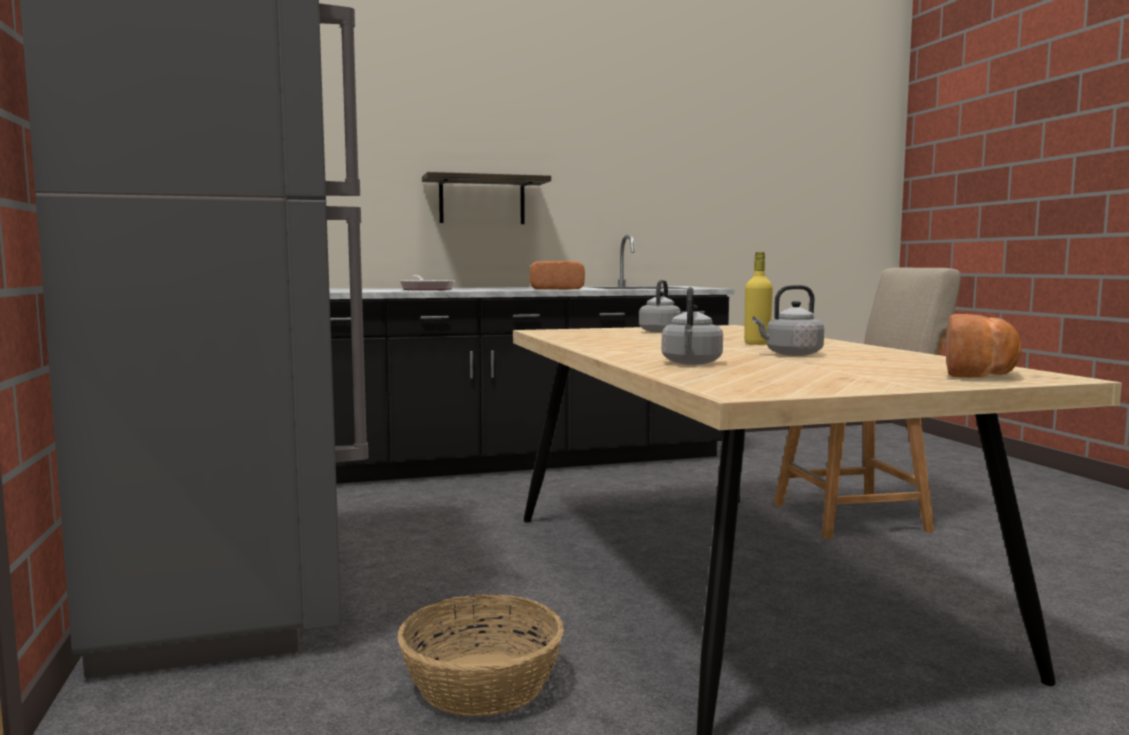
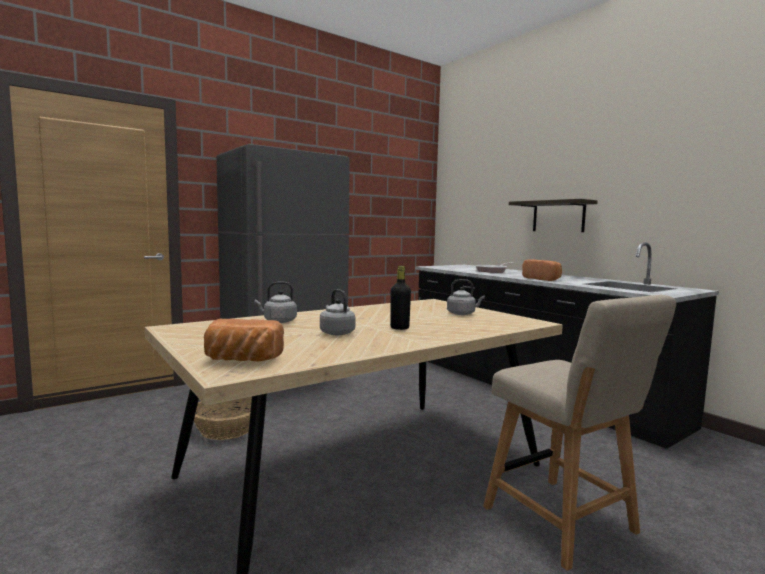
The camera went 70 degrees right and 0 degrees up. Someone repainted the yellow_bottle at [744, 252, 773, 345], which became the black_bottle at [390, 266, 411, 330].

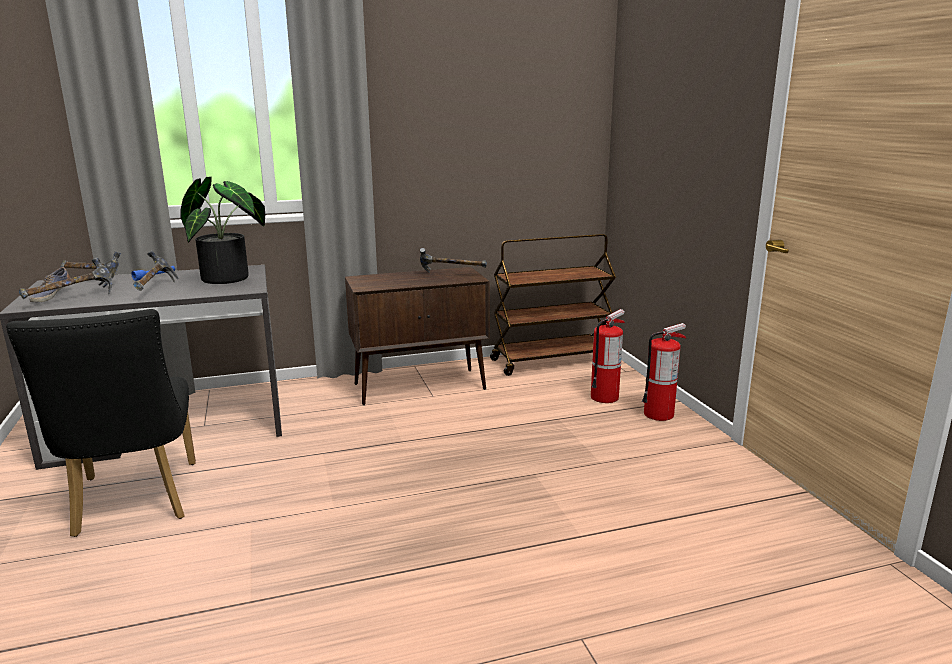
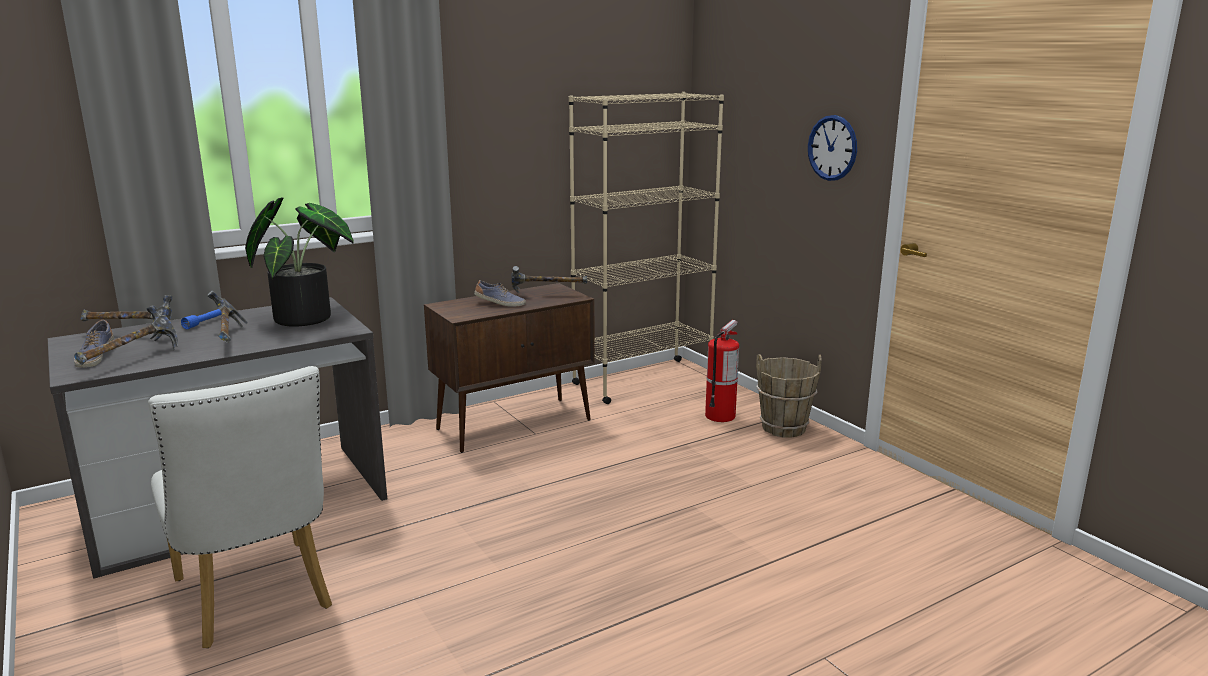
The camera went 15 degrees left and 0 degrees up. Someone repainted the black_chair at [6, 309, 196, 537], which became the white_chair at [148, 366, 332, 648]. Someone put down the shoe at [474, 280, 526, 307]. Someone swapped the brown_cart at [490, 234, 616, 376] for the beige_bookcase at [569, 92, 724, 404]. Someone swapped the fire_extinguisher at [642, 323, 686, 421] for the brown_bucket at [756, 354, 822, 437]. Someone put up the wall_clock at [808, 115, 857, 181].

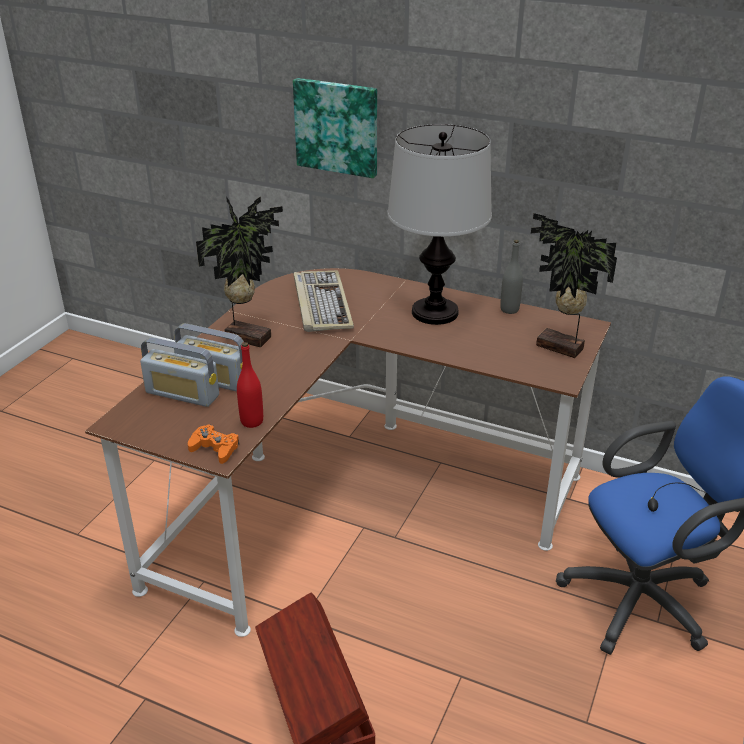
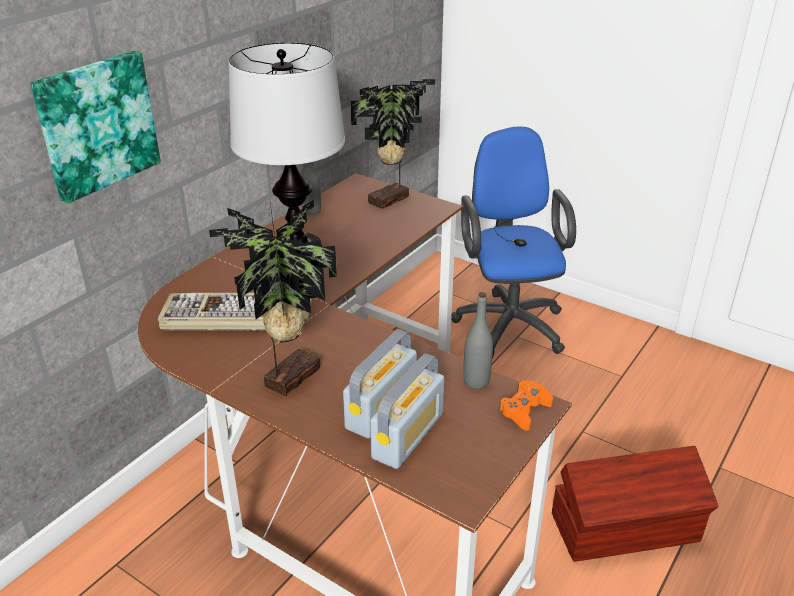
The camera went 80 degrees left and 0 degrees up. Someone repainted the red_bottle at [237, 342, 263, 428], which became the grey_bottle at [463, 292, 493, 389].

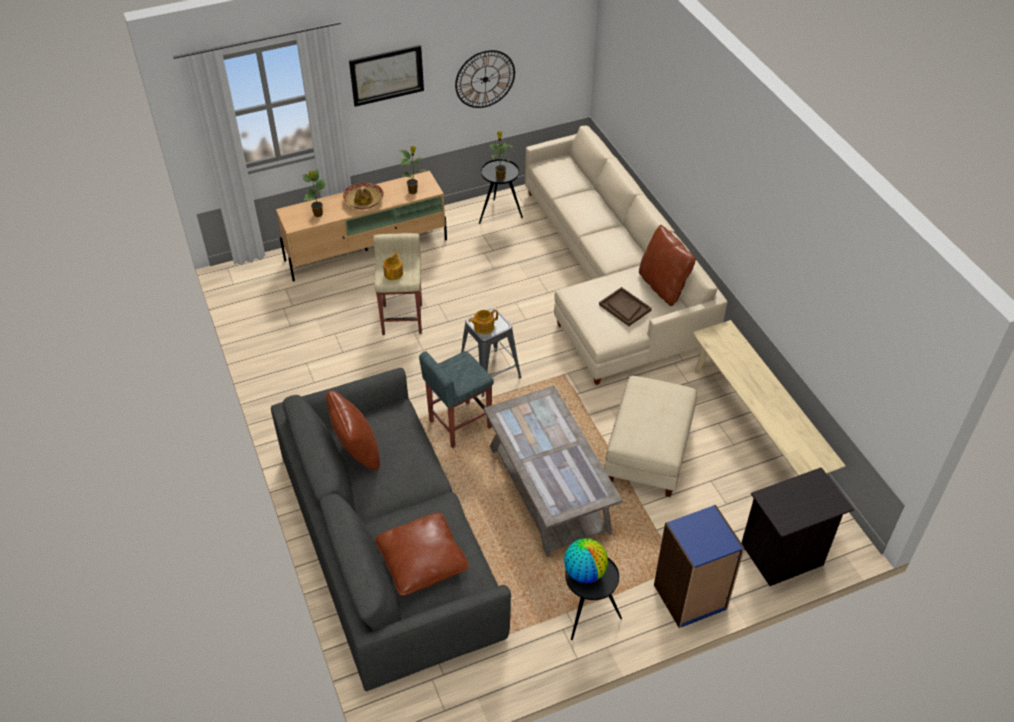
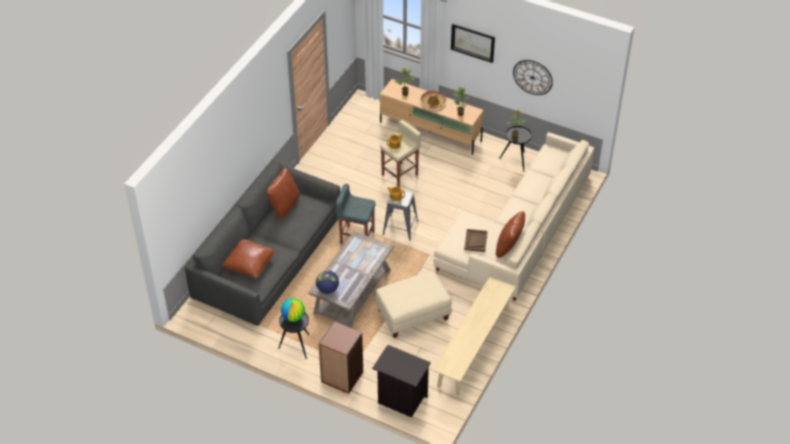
The camera went 50 degrees right and 0 degrees up. Someone put down the globe at [316, 270, 339, 294]. Someone repainted the blue_bookcase at [654, 505, 745, 628], which became the brown_bookcase at [318, 321, 363, 394].

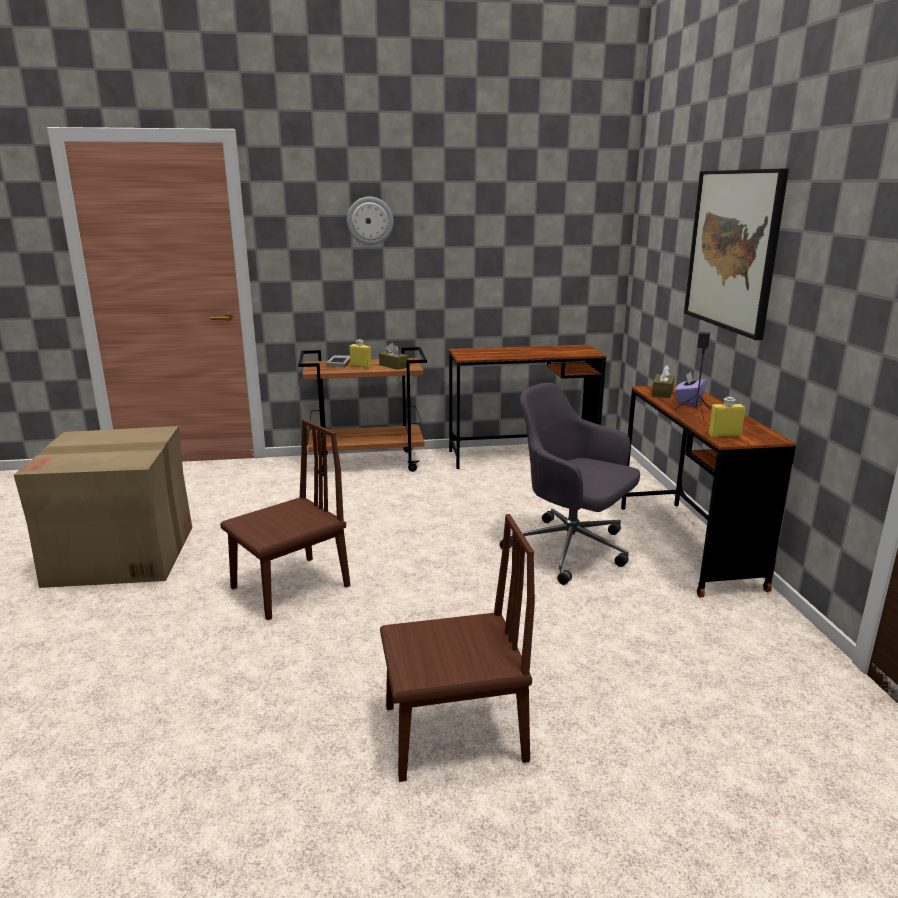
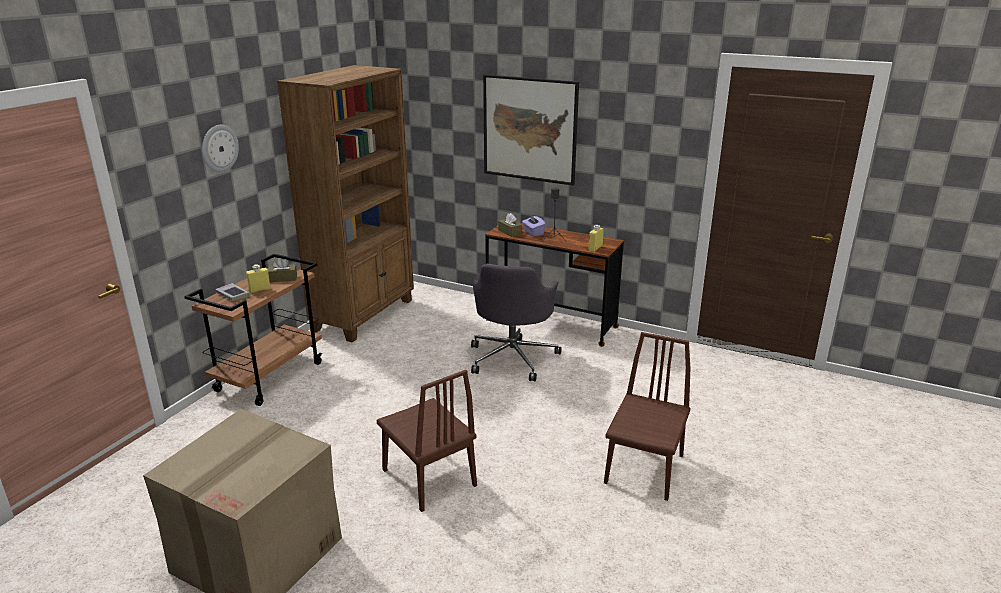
The camera went 55 degrees left and 5 degrees up. Someone swapped the brown_desk at [449, 345, 606, 469] for the brown_bookcase at [277, 65, 414, 342]. Someone rotated the brown_chair at [220, 419, 350, 620] by 150 degrees clockwise. Someone rotated the grey_office_chair at [500, 383, 640, 585] by 60 degrees counterclockwise.

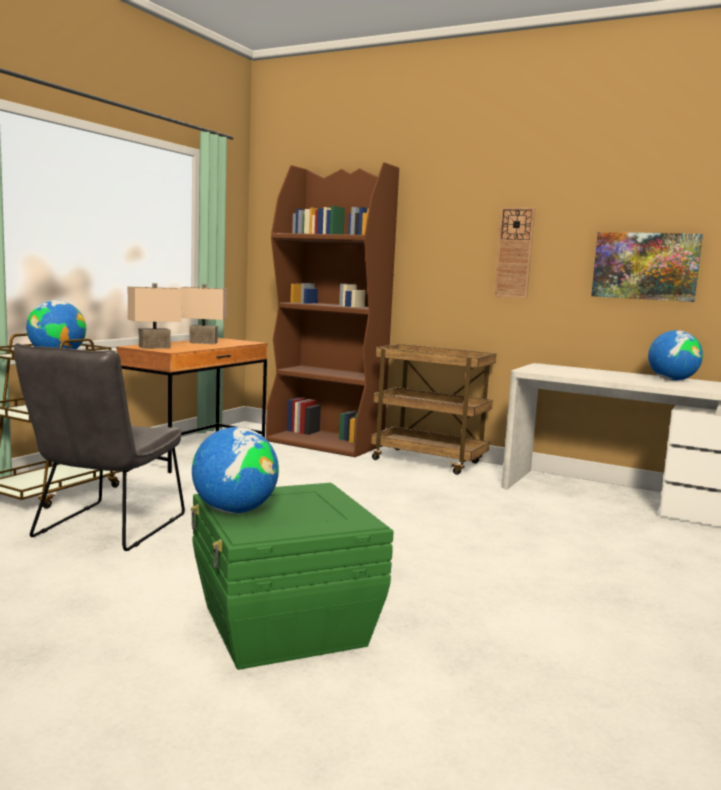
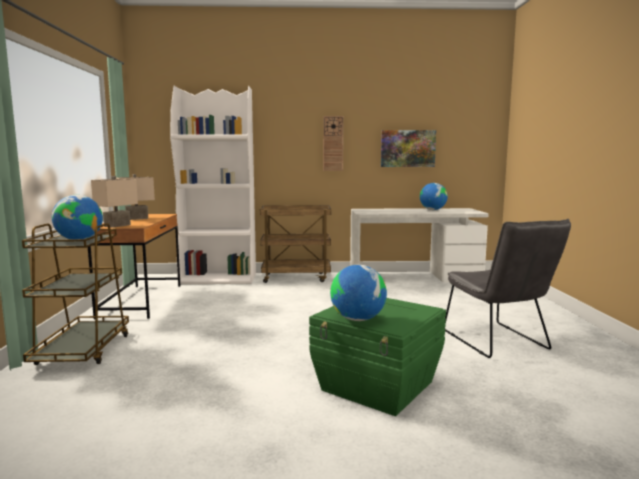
The camera went 30 degrees left and 0 degrees up. Someone repainted the brown_bookcase at [266, 162, 399, 457], which became the white_bookcase at [170, 86, 256, 284]. Someone carried the grey_chair from [14, 343, 185, 551] to [444, 219, 571, 358].

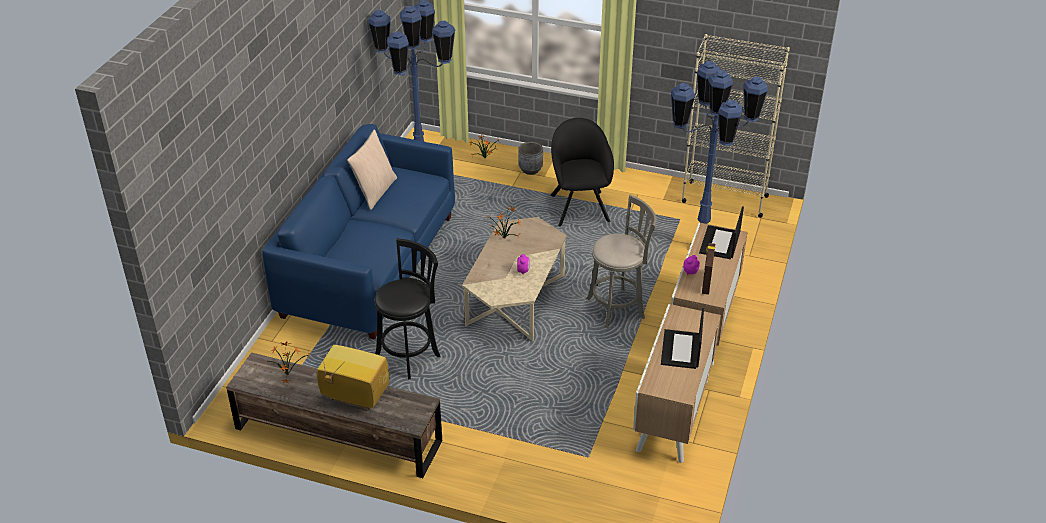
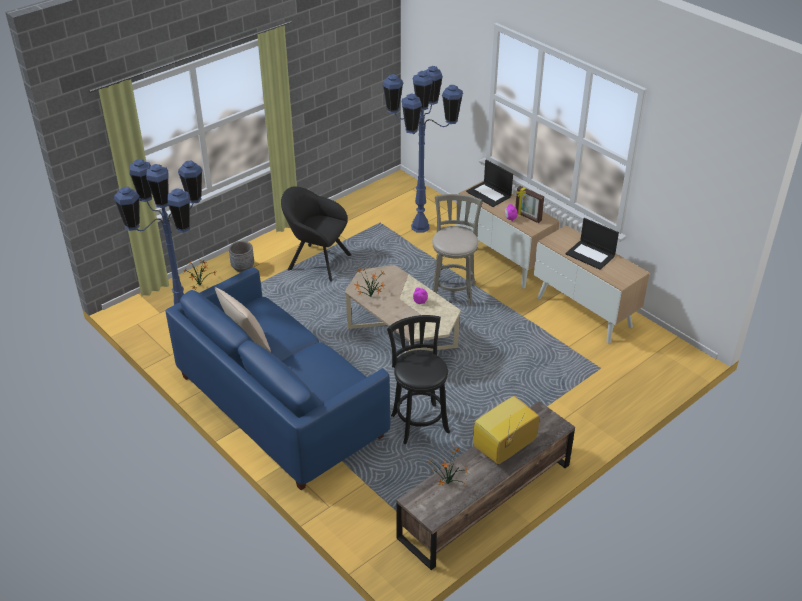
The camera went 60 degrees left and 0 degrees up. Someone took away the beige_bookcase at [682, 34, 790, 218].

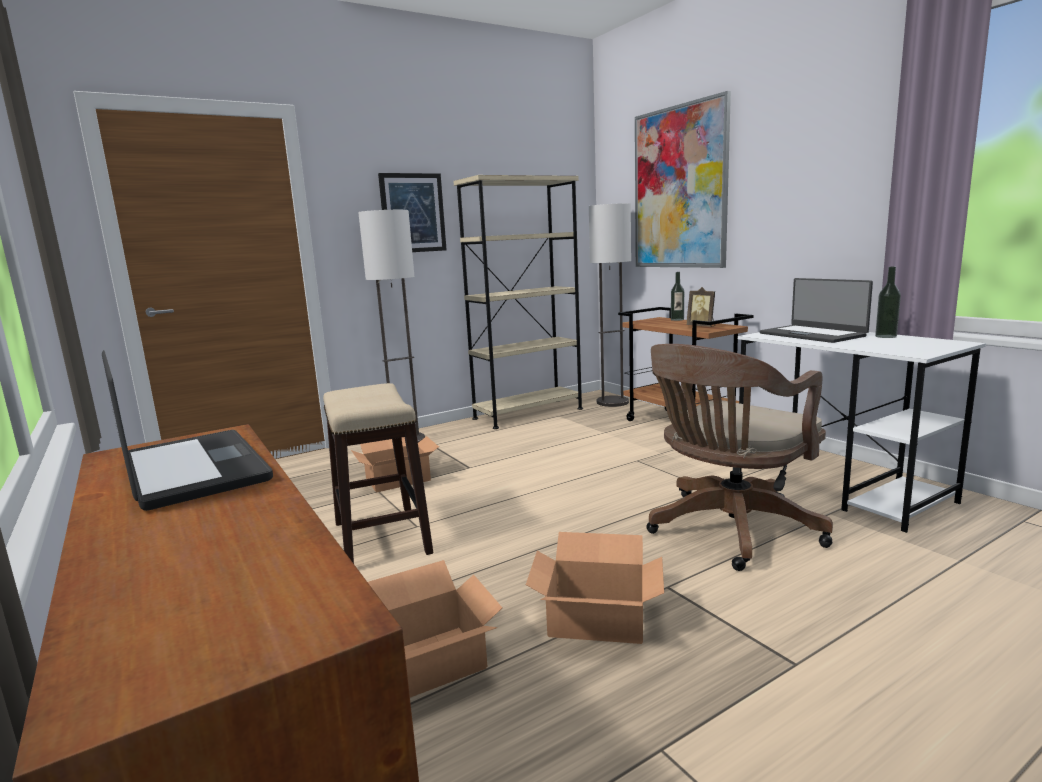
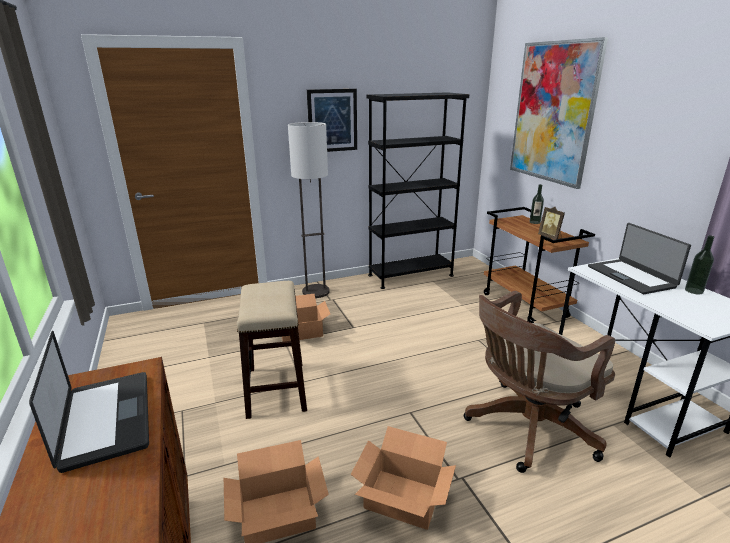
The camera went 10 degrees right and 10 degrees up. Someone repainted the beige_bookcase at [453, 175, 583, 429], which became the black_bookcase at [367, 92, 469, 289]. Someone took away the floor_lamp at [589, 203, 631, 407].

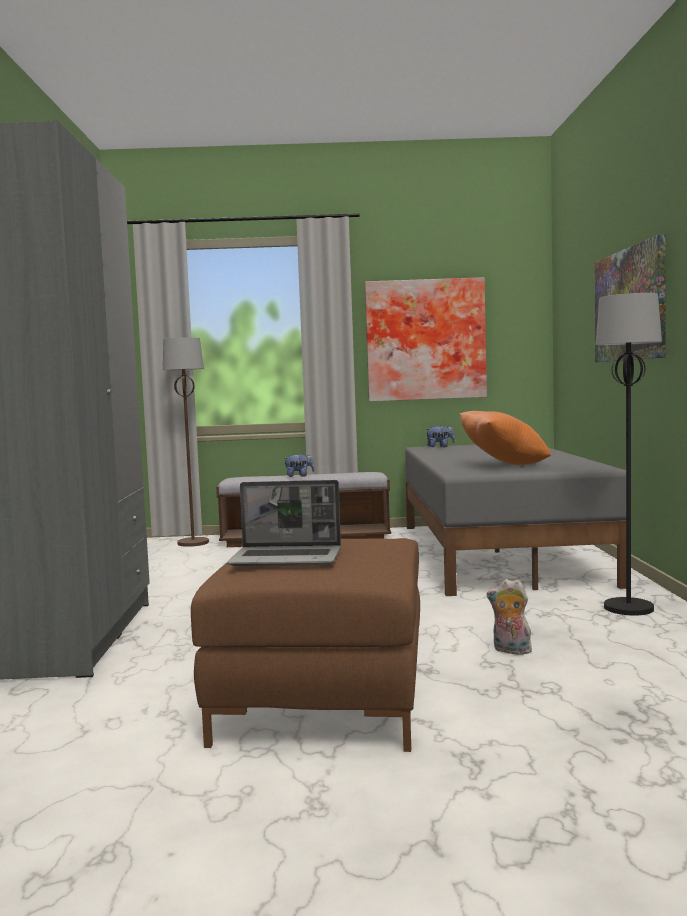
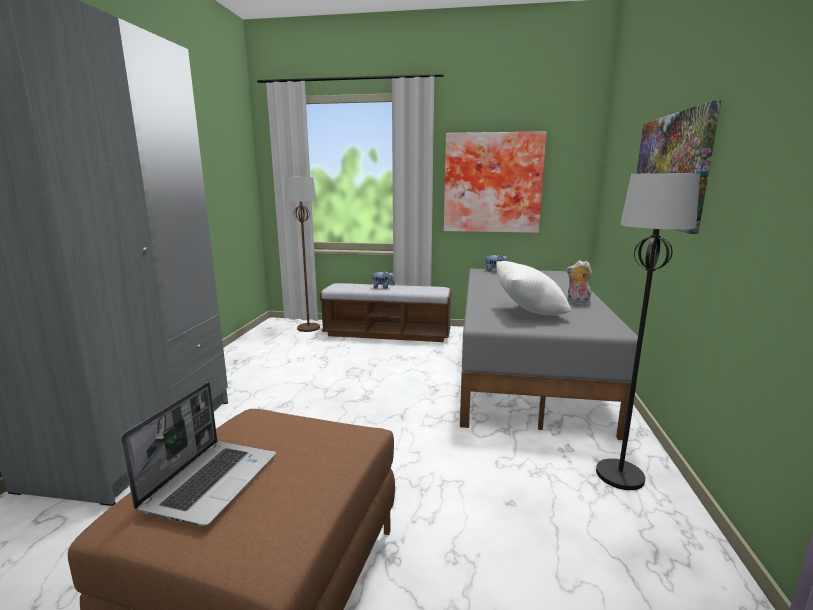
The camera went 10 degrees right and 10 degrees up. Someone rotated the laptop at [227, 480, 341, 566] by 90 degrees counterclockwise. Someone repainted the orange_pillow at [460, 411, 551, 465], which became the white_pillow at [496, 261, 571, 315]. Someone carried the plush_toy from [487, 579, 532, 656] to [566, 260, 592, 306].

